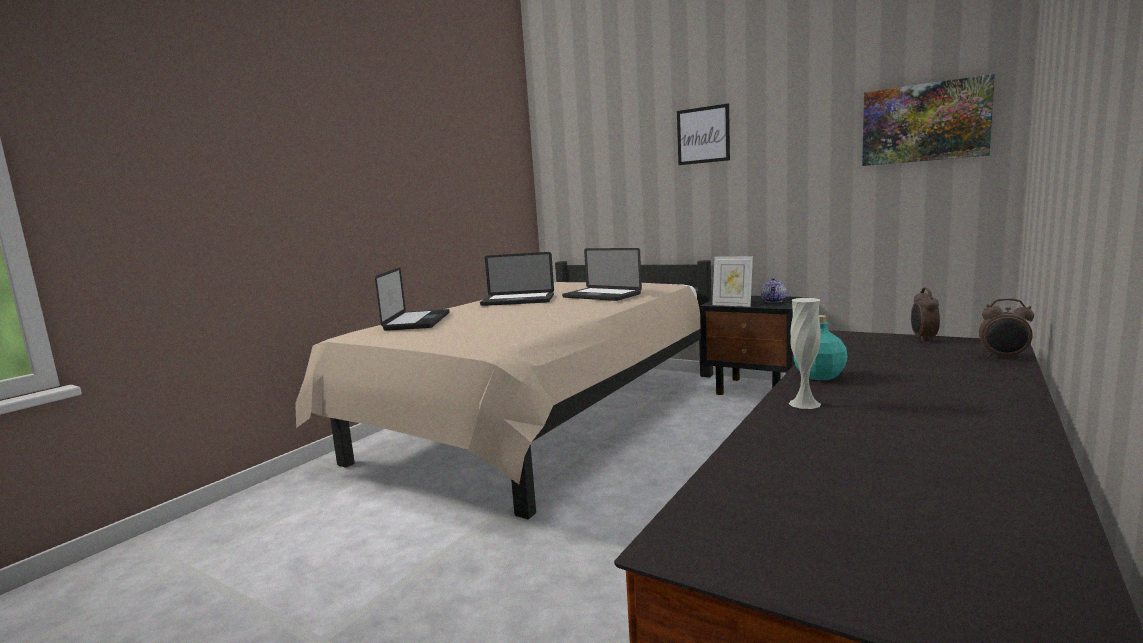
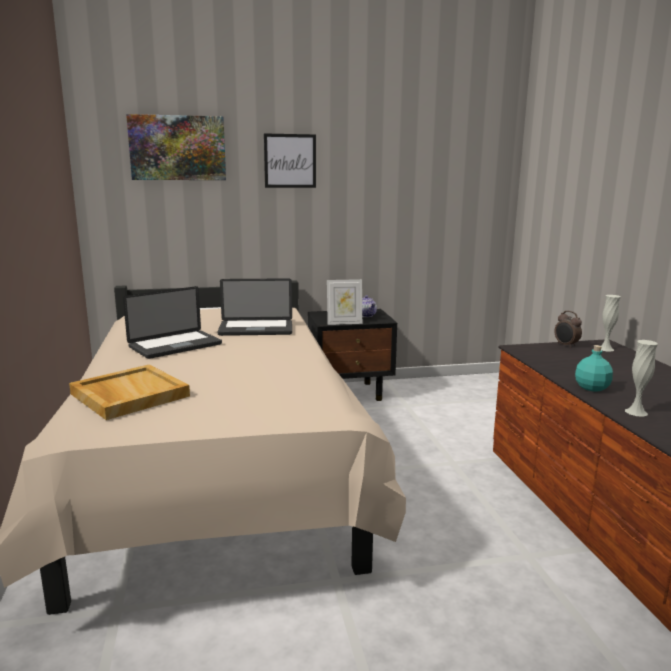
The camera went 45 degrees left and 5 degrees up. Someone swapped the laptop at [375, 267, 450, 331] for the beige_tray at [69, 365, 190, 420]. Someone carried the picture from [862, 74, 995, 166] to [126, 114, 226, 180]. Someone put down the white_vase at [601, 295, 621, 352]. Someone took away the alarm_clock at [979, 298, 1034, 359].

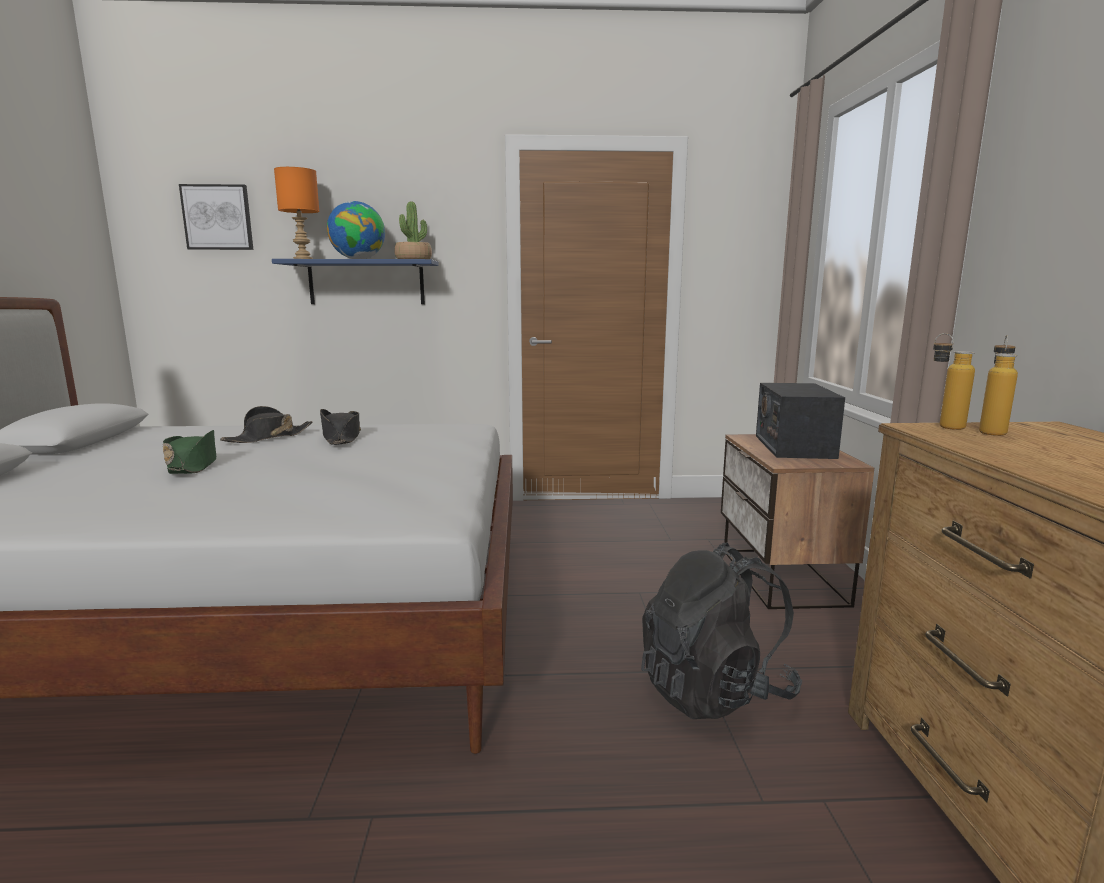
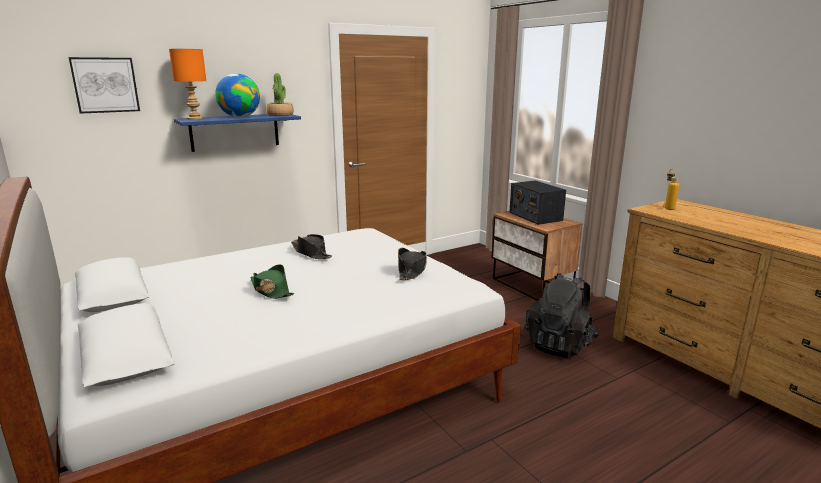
The camera went 30 degrees left and 5 degrees up. Someone carried the black_hat from [220, 406, 312, 443] to [398, 248, 427, 280]. Someone took away the bottle at [933, 333, 975, 430].

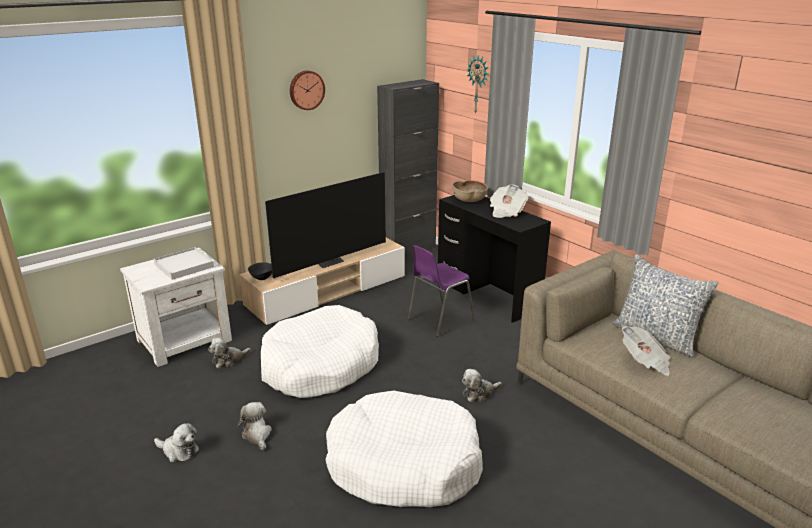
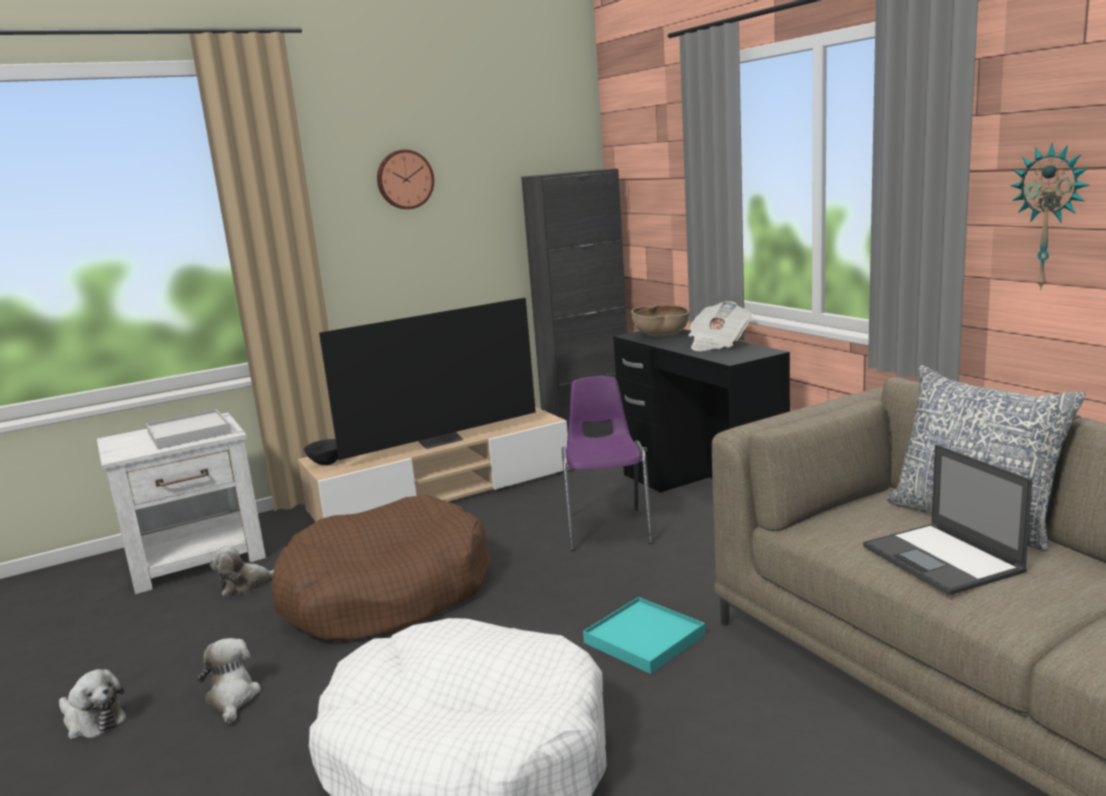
The camera went 10 degrees right and 10 degrees down. Someone repainted the white_dog_bed at [261, 305, 379, 398], which became the brown_dog_bed at [271, 495, 490, 642]. Someone rotated the purple_chair at [408, 245, 475, 337] by 120 degrees clockwise. Someone swapped the plush_toy at [462, 369, 502, 402] for the turquoise_tray at [583, 597, 705, 674]. Someone swapped the newspaper at [622, 326, 670, 376] for the laptop at [863, 444, 1032, 595]. Someone carried the wall_clock from [467, 55, 488, 114] to [1010, 143, 1089, 291].

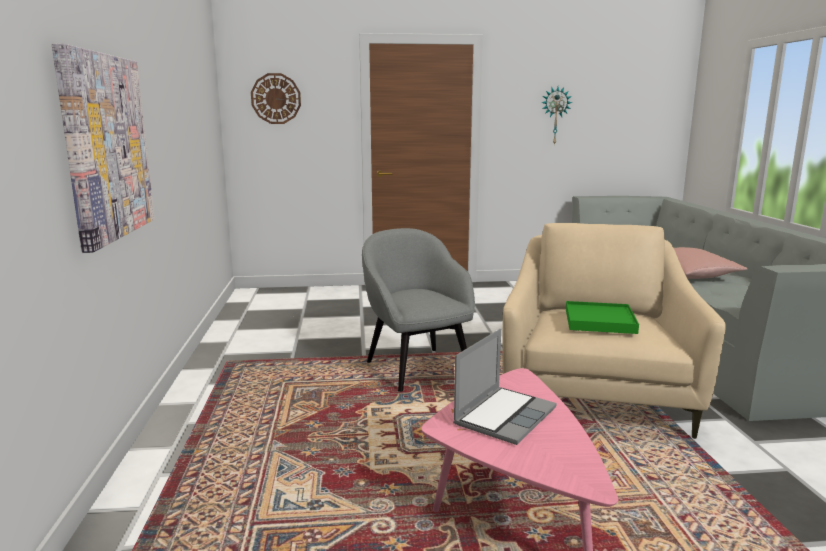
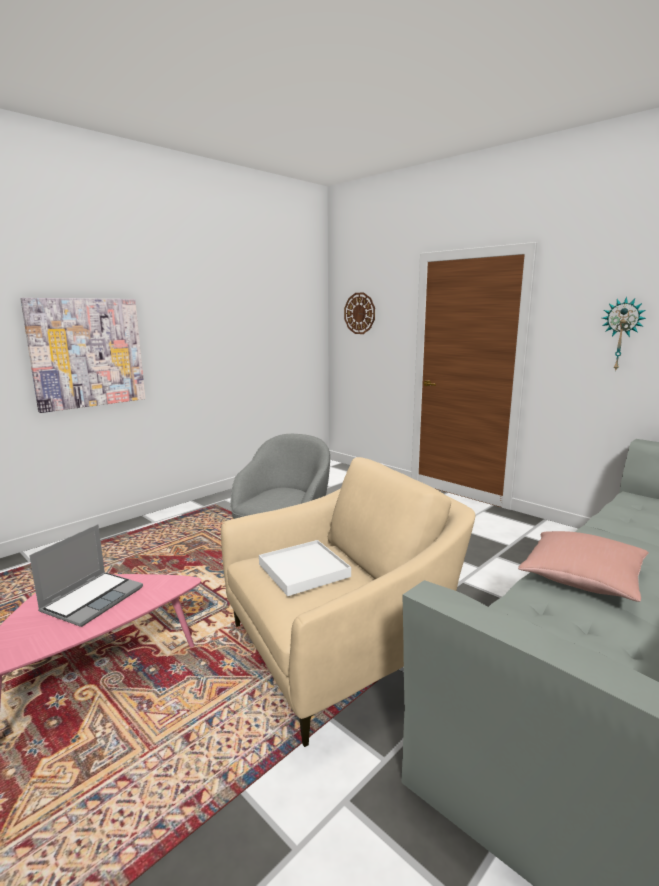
The camera went 50 degrees right and 0 degrees up. Someone rotated the laptop at [453, 329, 557, 445] by 60 degrees counterclockwise. Someone repainted the green_tray at [566, 301, 639, 334], which became the white_tray at [259, 540, 351, 596].

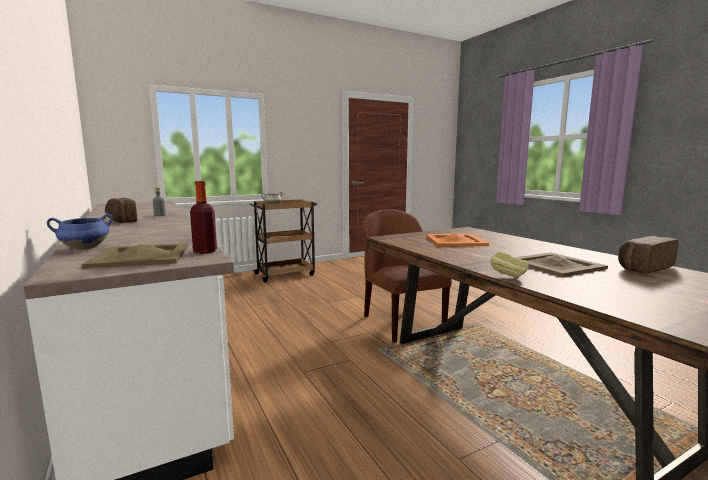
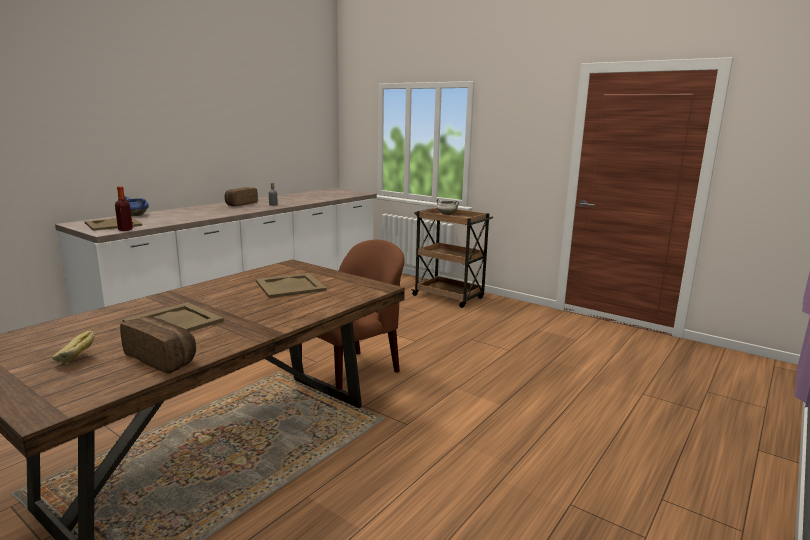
The camera went 65 degrees right and 5 degrees up. Someone carried the bread from [491, 252, 529, 278] to [53, 331, 95, 364]. Someone repainted the orange_tray at [426, 233, 489, 246], which became the beige_tray at [256, 273, 327, 298].

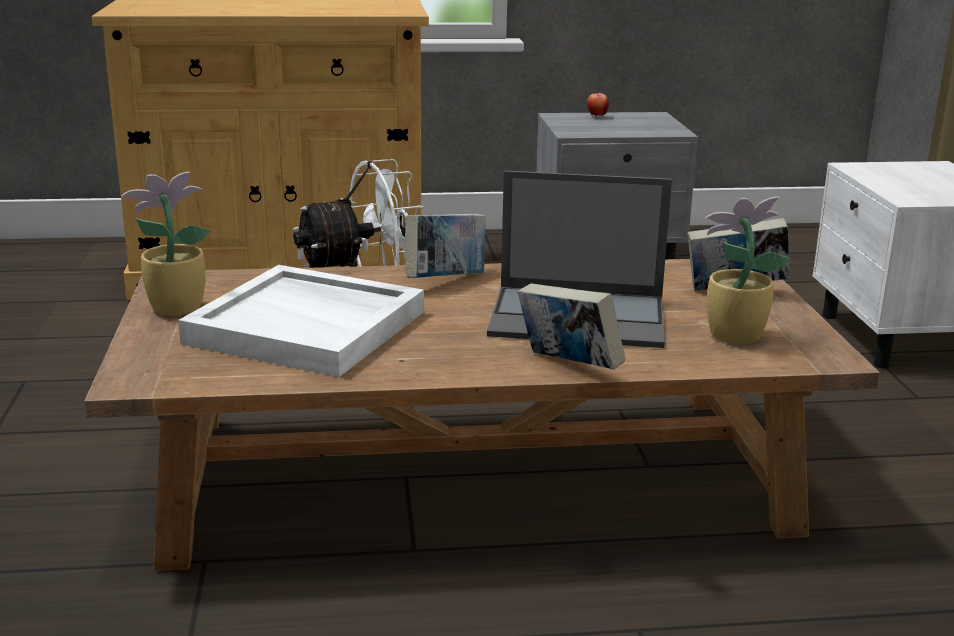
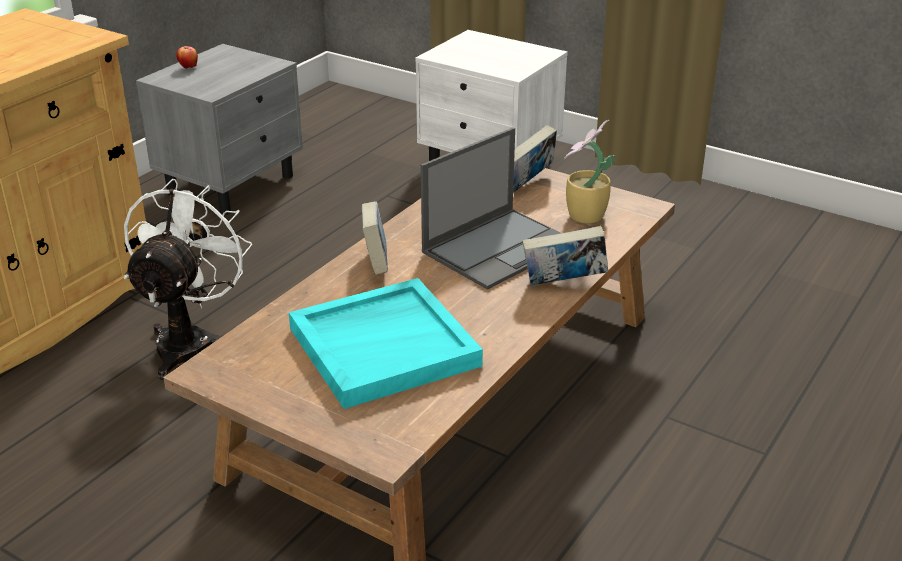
The camera went 50 degrees left and 10 degrees up. Someone repainted the white_tray at [178, 265, 424, 377], which became the turquoise_tray at [289, 278, 483, 409]. Someone took away the potted_plant at [121, 171, 211, 316].

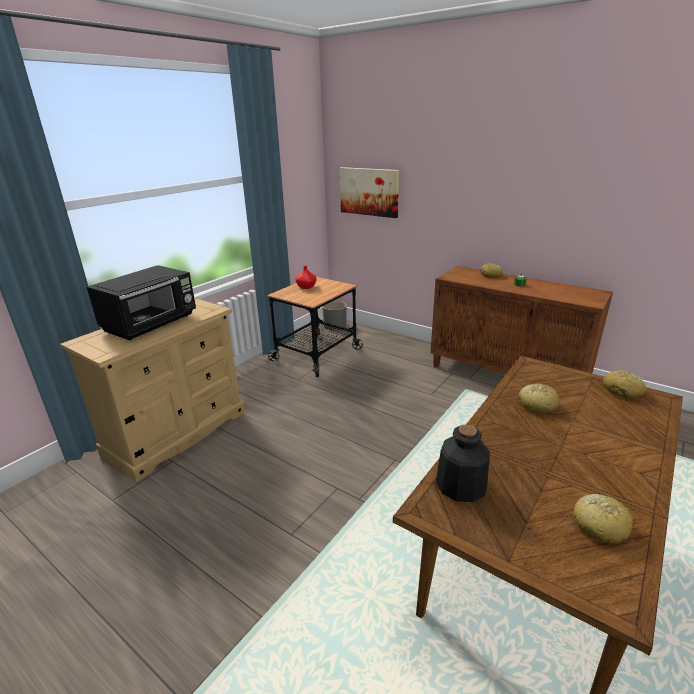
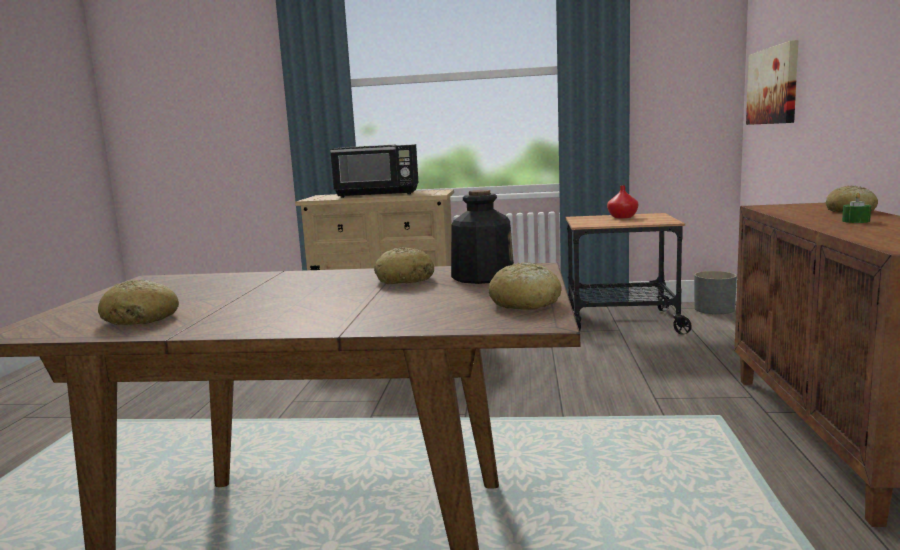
The camera went 60 degrees right and 15 degrees down. Someone carried the bottle from [436, 425, 490, 502] to [451, 190, 514, 284].

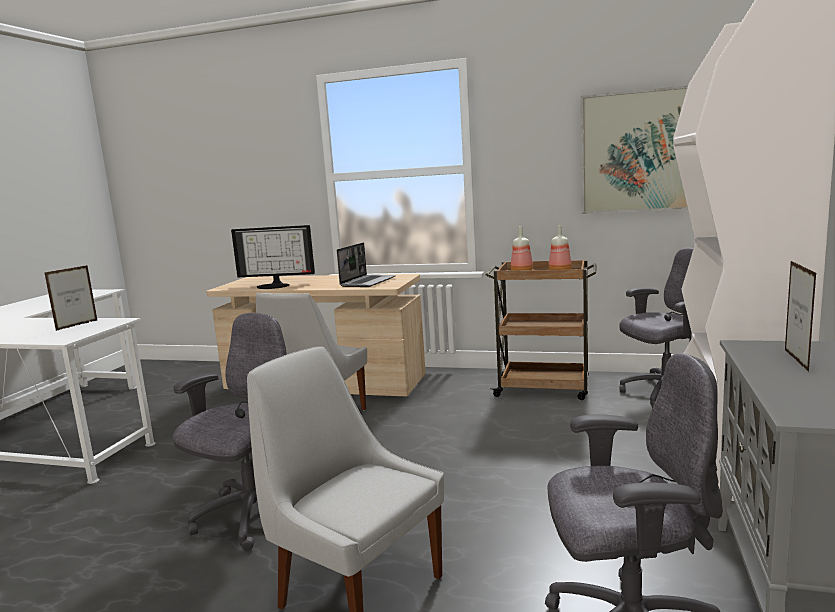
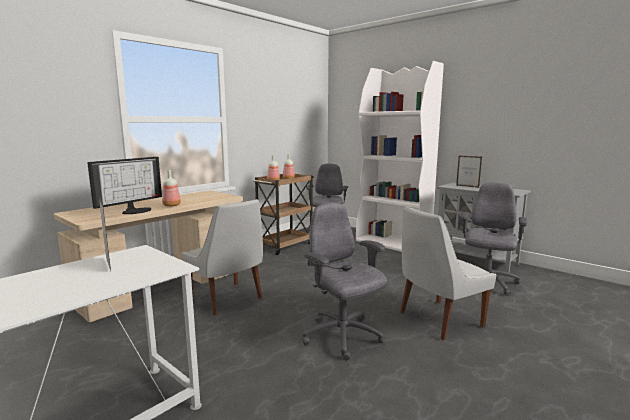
The camera went 65 degrees left and 0 degrees up. Someone put down the bottle at [162, 170, 181, 207]. Someone took away the laptop at [337, 243, 396, 287]. Someone took away the picture at [581, 86, 688, 214].

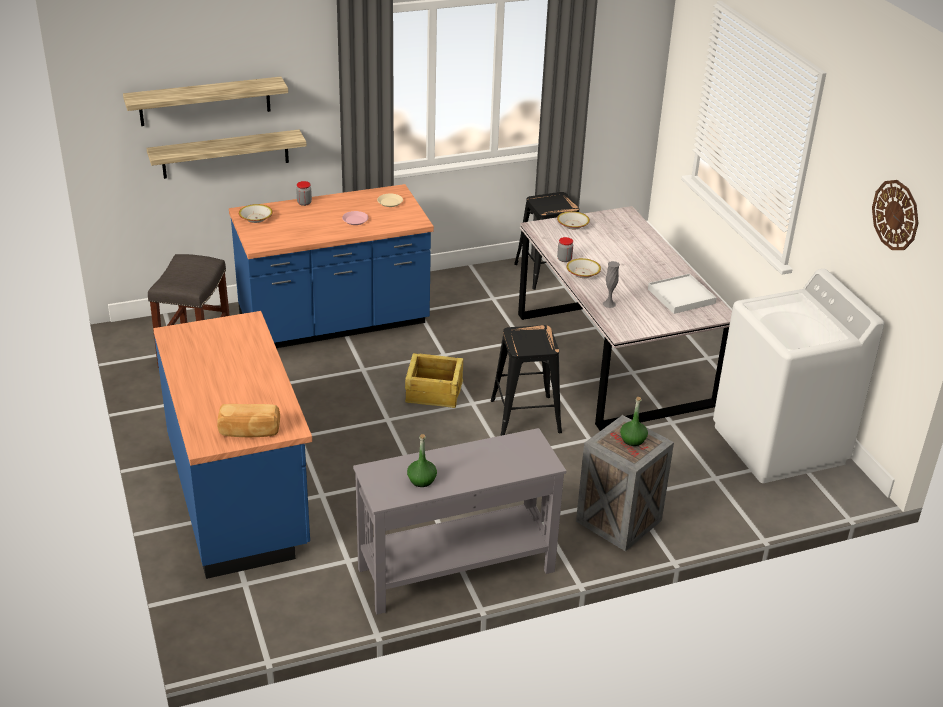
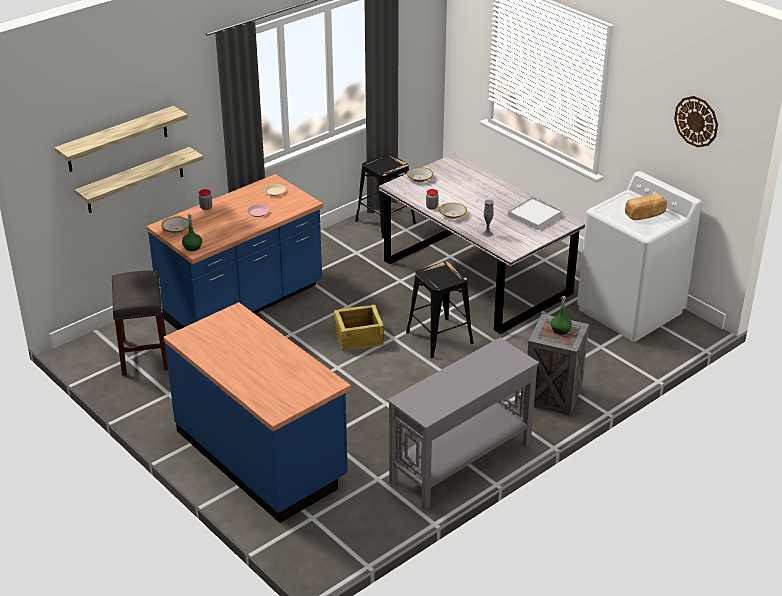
The camera went 20 degrees left and 0 degrees up. Someone carried the green_bottle from [407, 434, 437, 487] to [182, 213, 202, 251]. Someone carried the bread from [217, 404, 280, 437] to [625, 194, 667, 220].

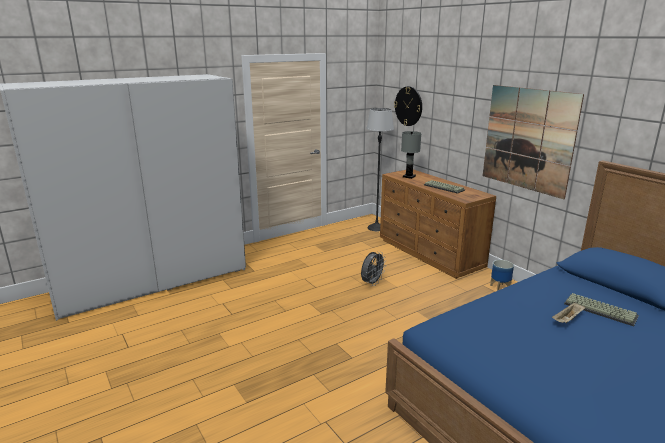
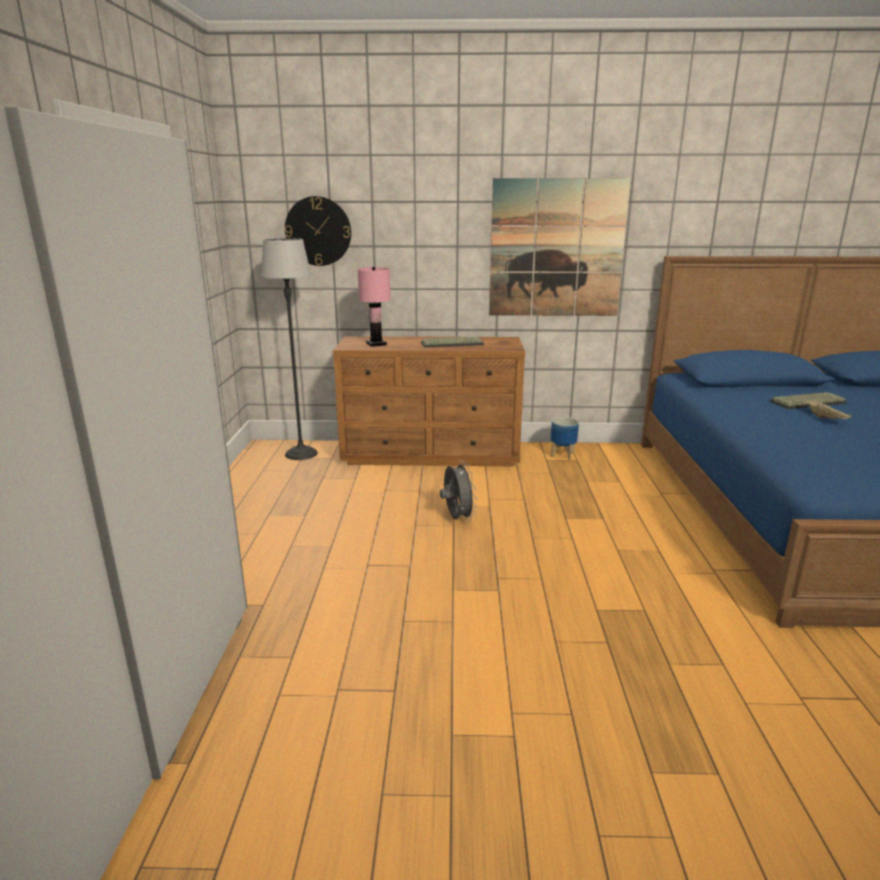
The camera went 55 degrees left and 0 degrees up. Someone repainted the grey_table_lamp at [401, 131, 421, 179], which became the pink_table_lamp at [358, 267, 391, 347].

